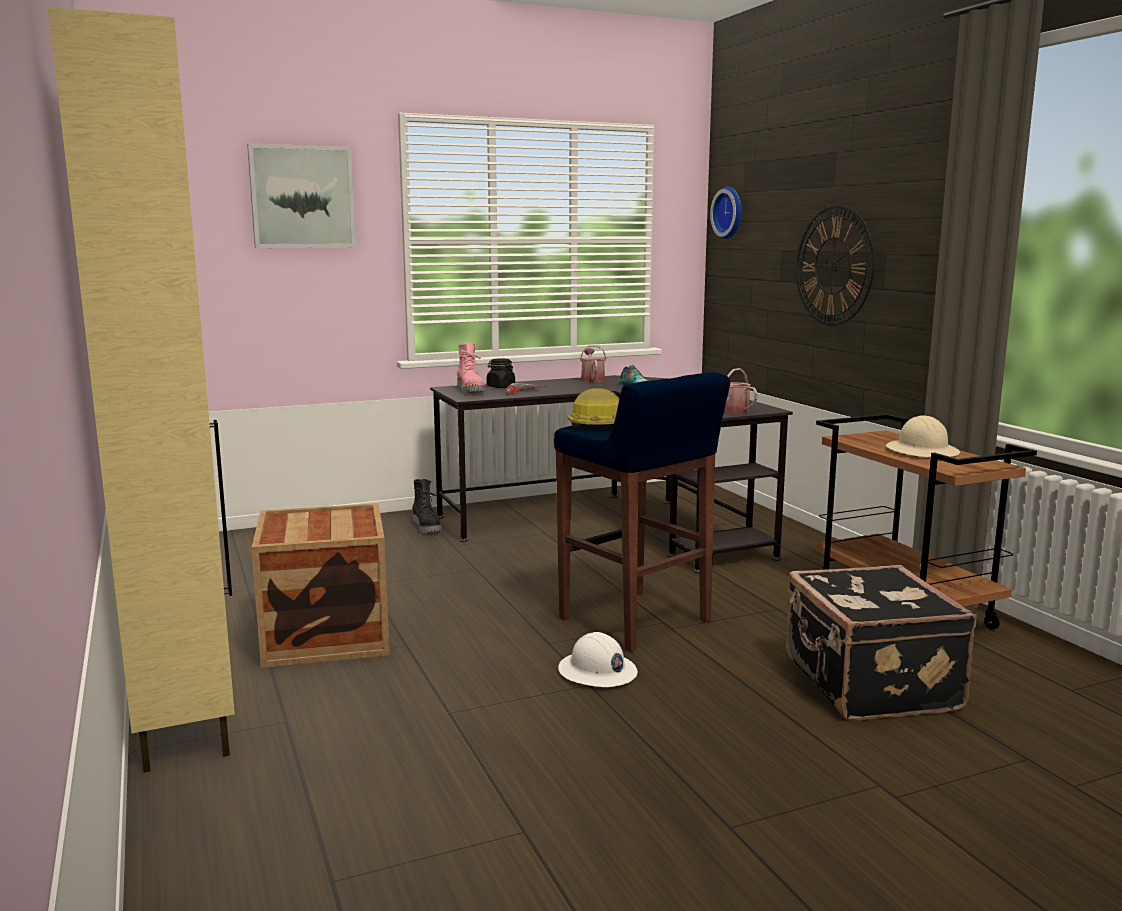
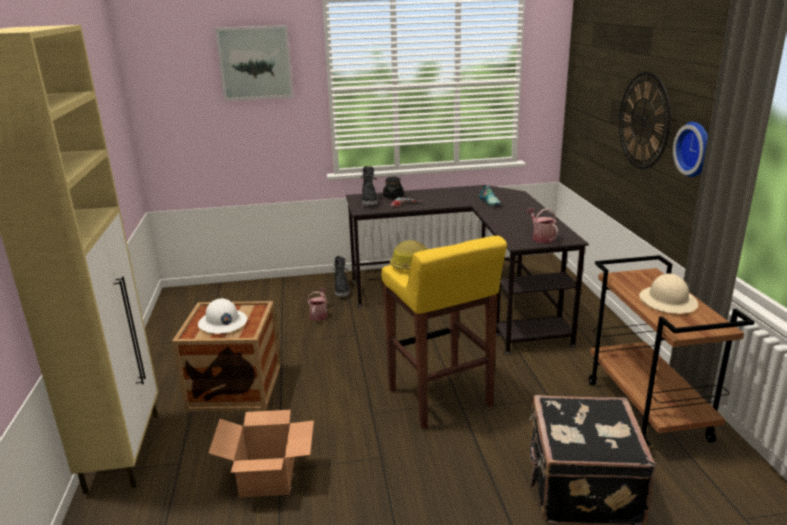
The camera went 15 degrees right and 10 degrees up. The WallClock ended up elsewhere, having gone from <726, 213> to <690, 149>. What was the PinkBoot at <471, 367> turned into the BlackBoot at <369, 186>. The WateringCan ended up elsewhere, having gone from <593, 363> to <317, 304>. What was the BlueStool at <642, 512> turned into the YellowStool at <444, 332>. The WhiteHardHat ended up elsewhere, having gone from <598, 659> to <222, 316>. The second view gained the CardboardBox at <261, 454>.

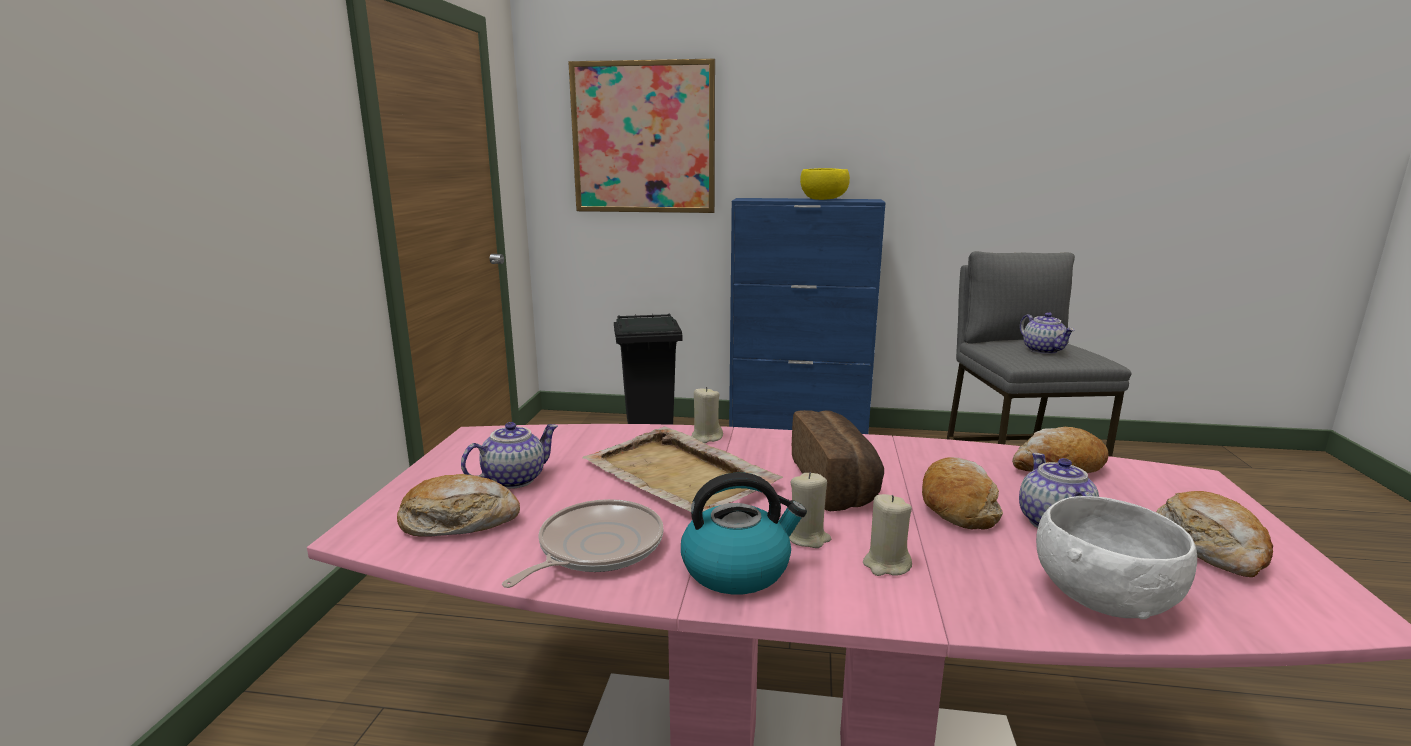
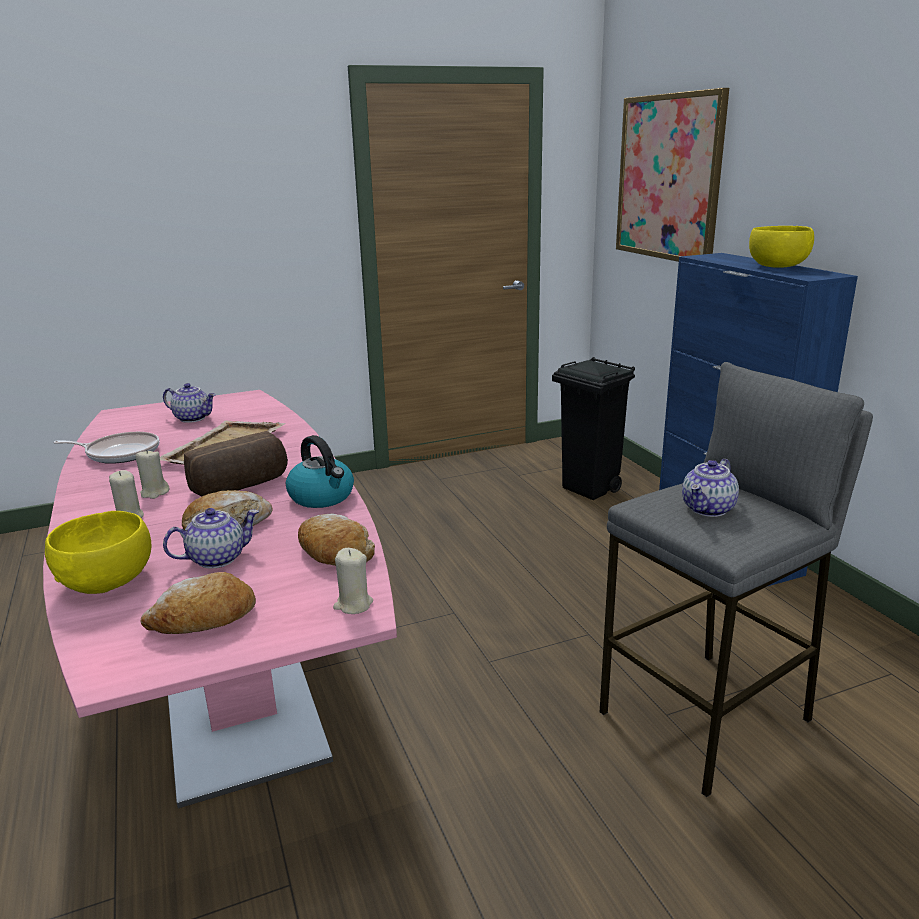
The camera went 60 degrees right and 5 degrees up. The BeigeCandle ended up elsewhere, having gone from <707, 415> to <353, 581>. The Kettle ended up elsewhere, having gone from <744, 534> to <320, 471>. The second view lost the Bread at <458, 505>. What was the WhiteBowl at <1116, 557> turned into the YellowBowl at <98, 552>.

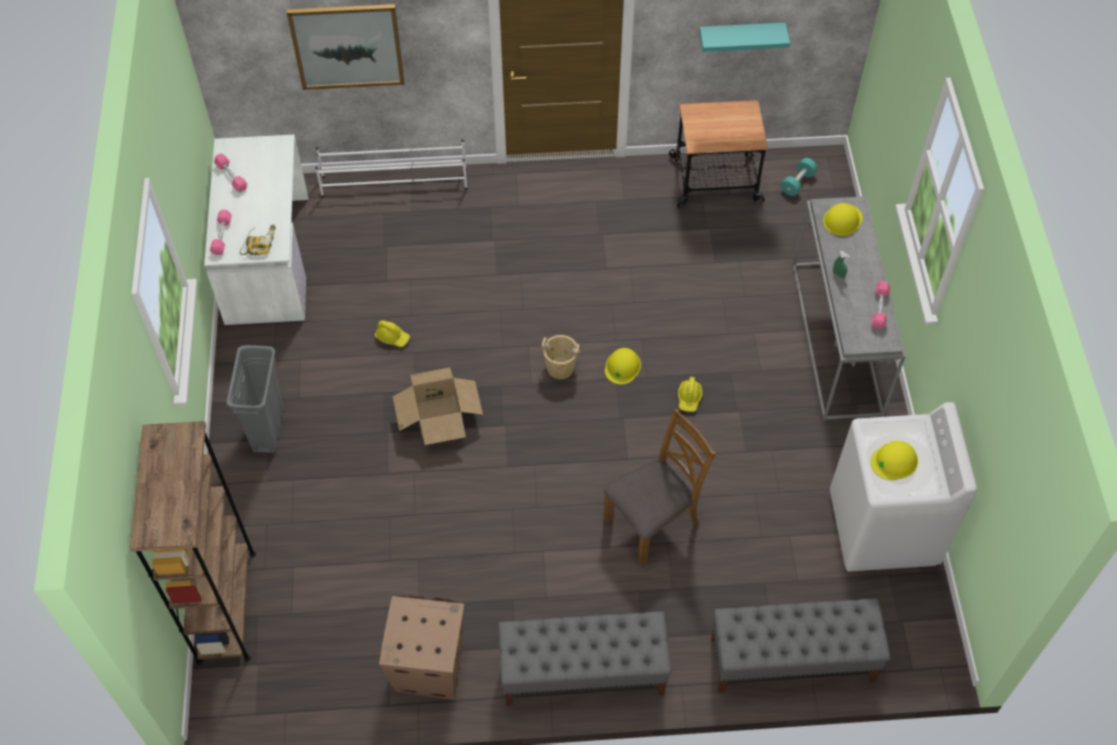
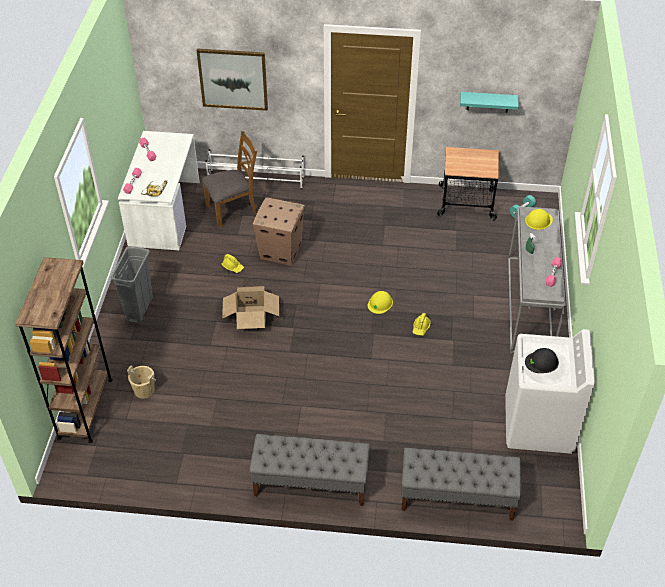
The camera went 10 degrees right and 10 degrees down. The BeigeBucket ended up elsewhere, having gone from <561, 357> to <141, 382>. The BrownChair ended up elsewhere, having gone from <660, 487> to <229, 179>. What was the YellowHardHat at <894, 460> turned into the BlackHardHat at <542, 360>. The CardboardBox ended up elsewhere, having gone from <422, 647> to <279, 231>.

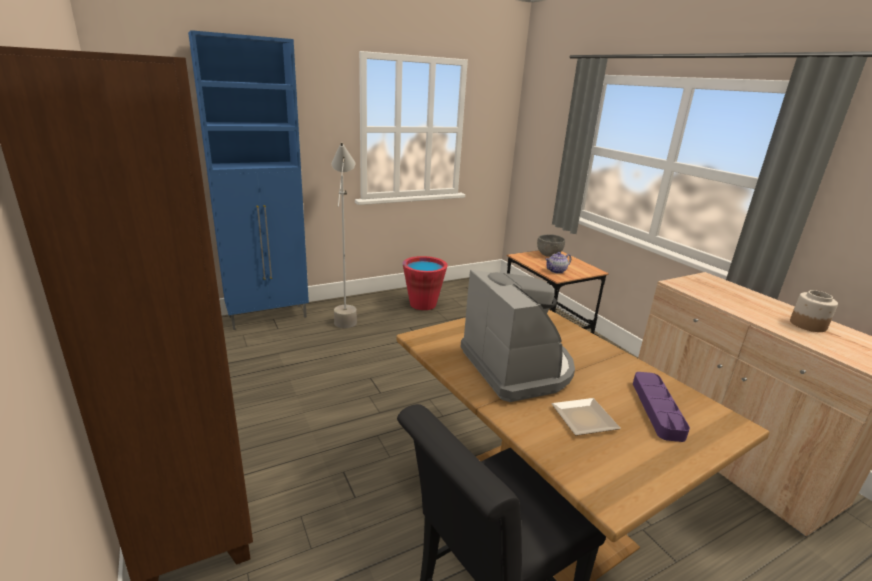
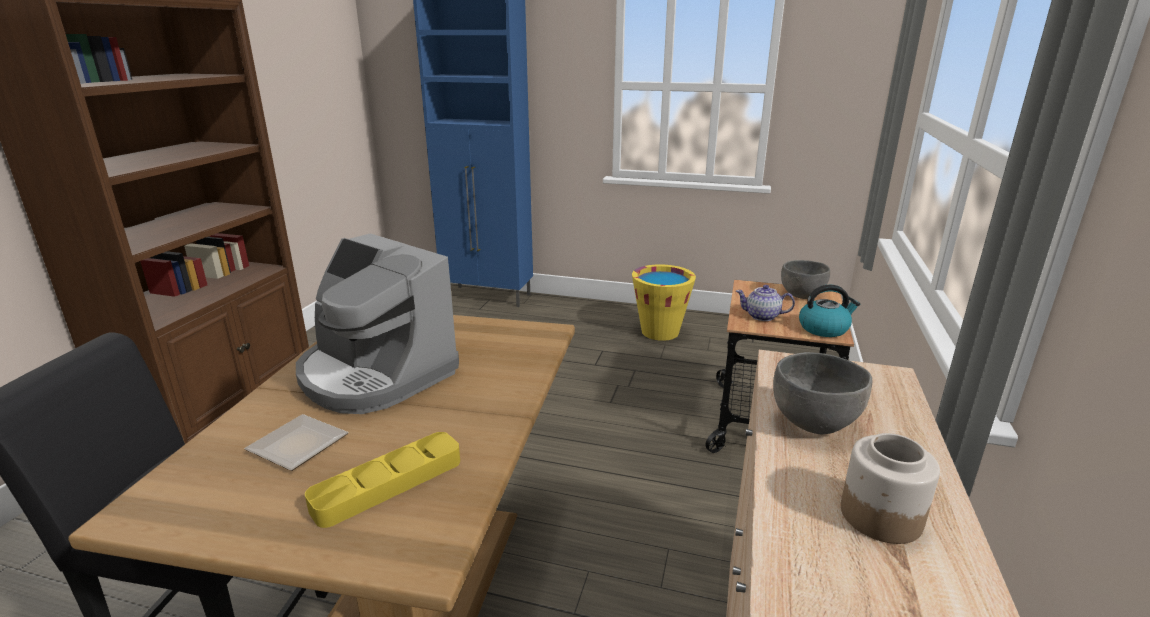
The camera went 45 degrees right and 0 degrees up. The second view lost the GreyFloorLamp at <344, 235>. What was the RedBucket at <425, 283> turned into the YellowBucket at <664, 302>. The CoffeeMachine at <518, 336> ended up facing another way, 105 degrees clockwise from before. What was the PurpleTray at <661, 407> turned into the YellowTray at <382, 480>. The second view gained the Kettle at <829, 311>. The second view gained the GreyBowl at <822, 393>.

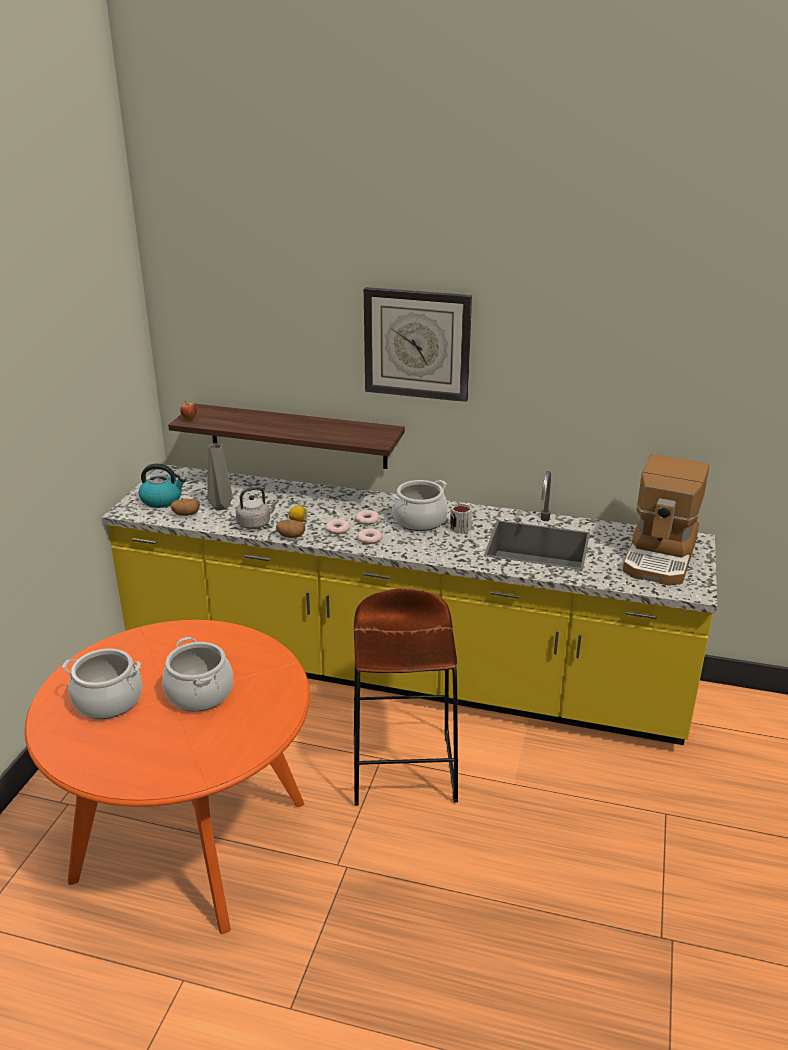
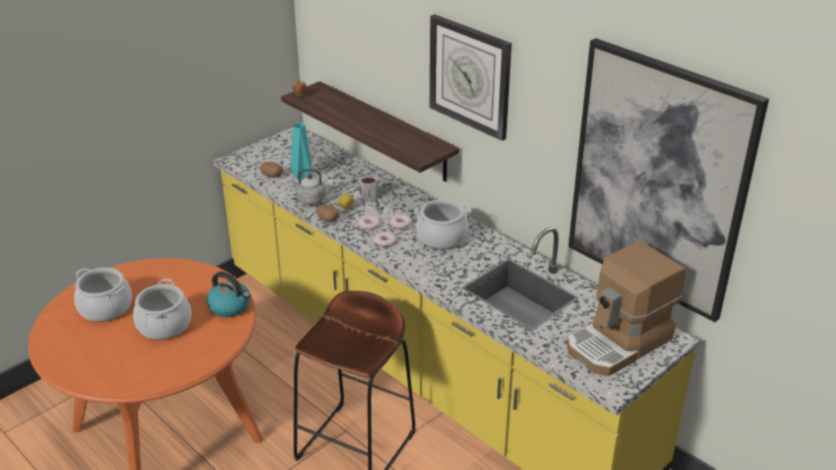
The camera went 30 degrees right and 5 degrees up. What was the GreyVase at <220, 476> turned into the TurquoiseVase at <301, 151>. The Kettle ended up elsewhere, having gone from <162, 485> to <229, 294>. The Mug ended up elsewhere, having gone from <461, 518> to <372, 188>. The second view gained the Picture at <668, 180>.

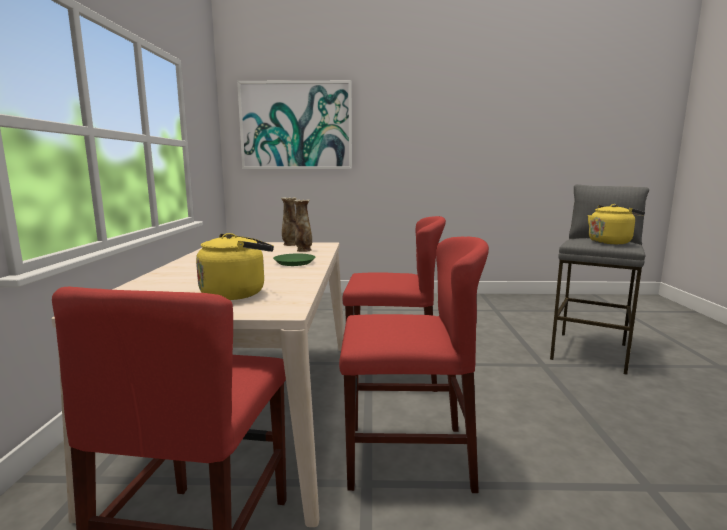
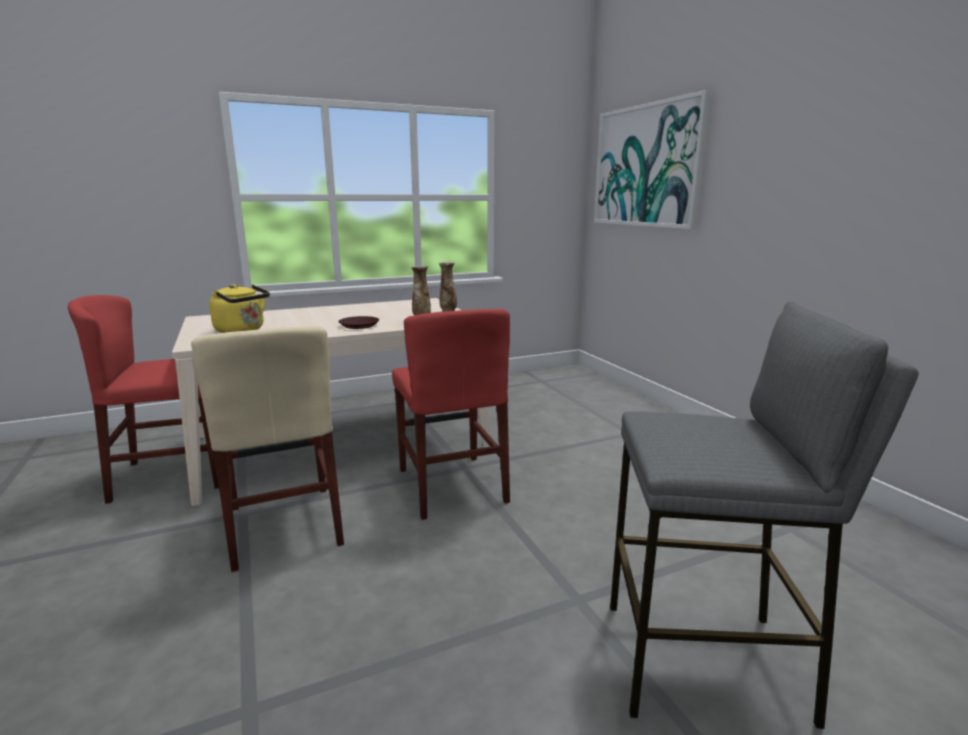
The camera went 65 degrees right and 5 degrees up. The second view lost the YellowKettle at <616, 224>. What was the RedChair at <414, 365> turned into the BeigeChair at <267, 449>. What was the GreenPlate at <294, 260> turned into the BrownPlate at <358, 322>.

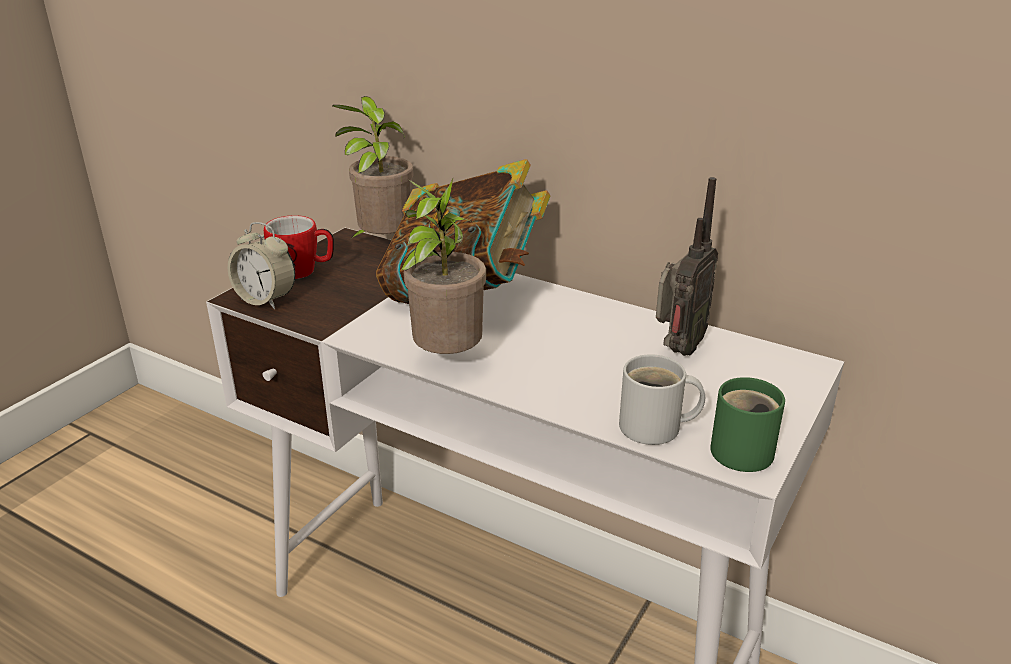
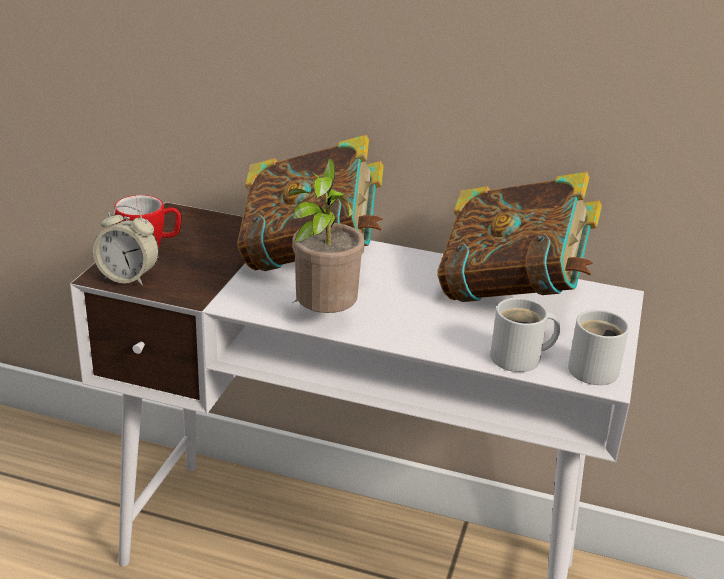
The camera went 15 degrees left and 0 degrees up. The second view lost the PottedPlant at <373, 167>. Where the Radio stood at <687, 266>, the Book came to stand at <519, 237>. What was the GreenMug at <747, 424> turned into the WhiteMug at <598, 347>.

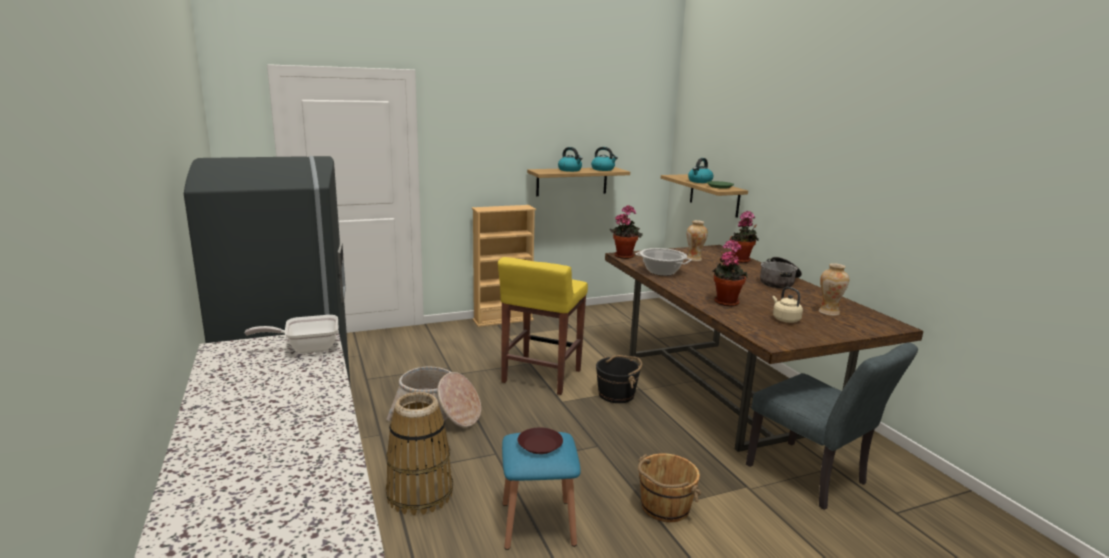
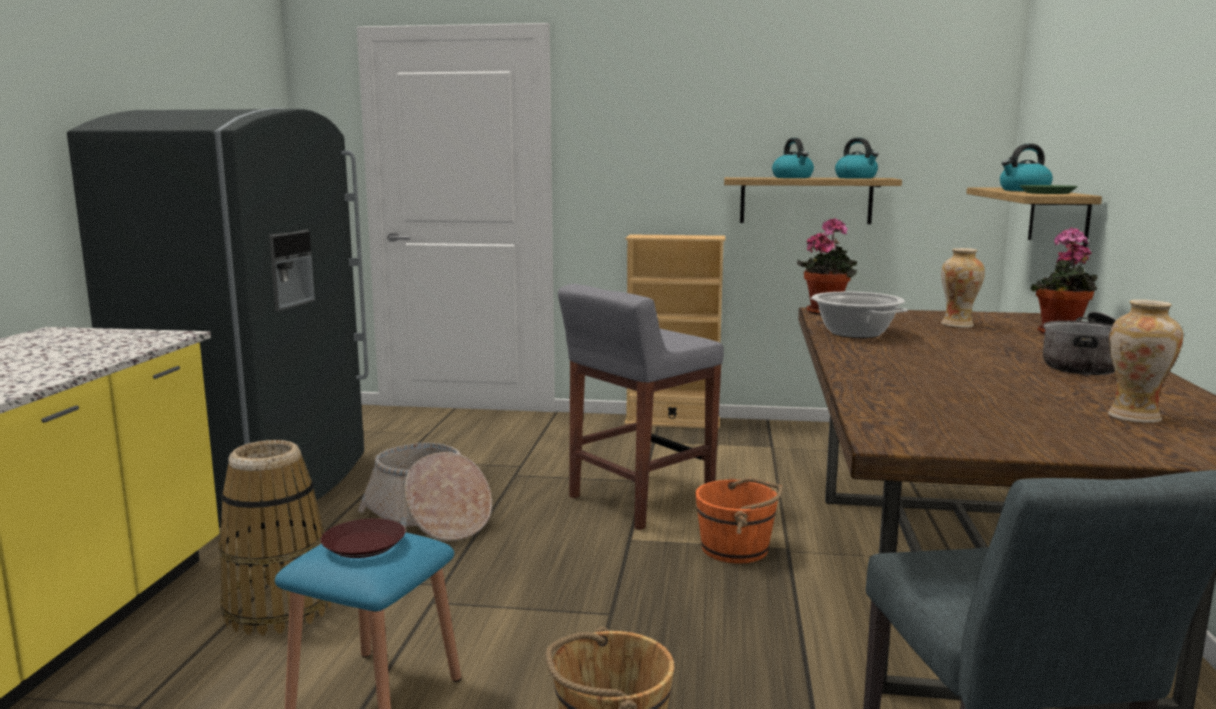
The camera went 30 degrees right and 5 degrees down. The second view lost the PottedPlant at <730, 273>. What was the YellowStool at <543, 326> turned into the GreyStool at <641, 407>. The second view lost the BeigeKettle at <787, 305>. The second view lost the FryingPan at <292, 334>. What was the BlackBucket at <619, 379> turned into the OrangeBucket at <739, 520>.

